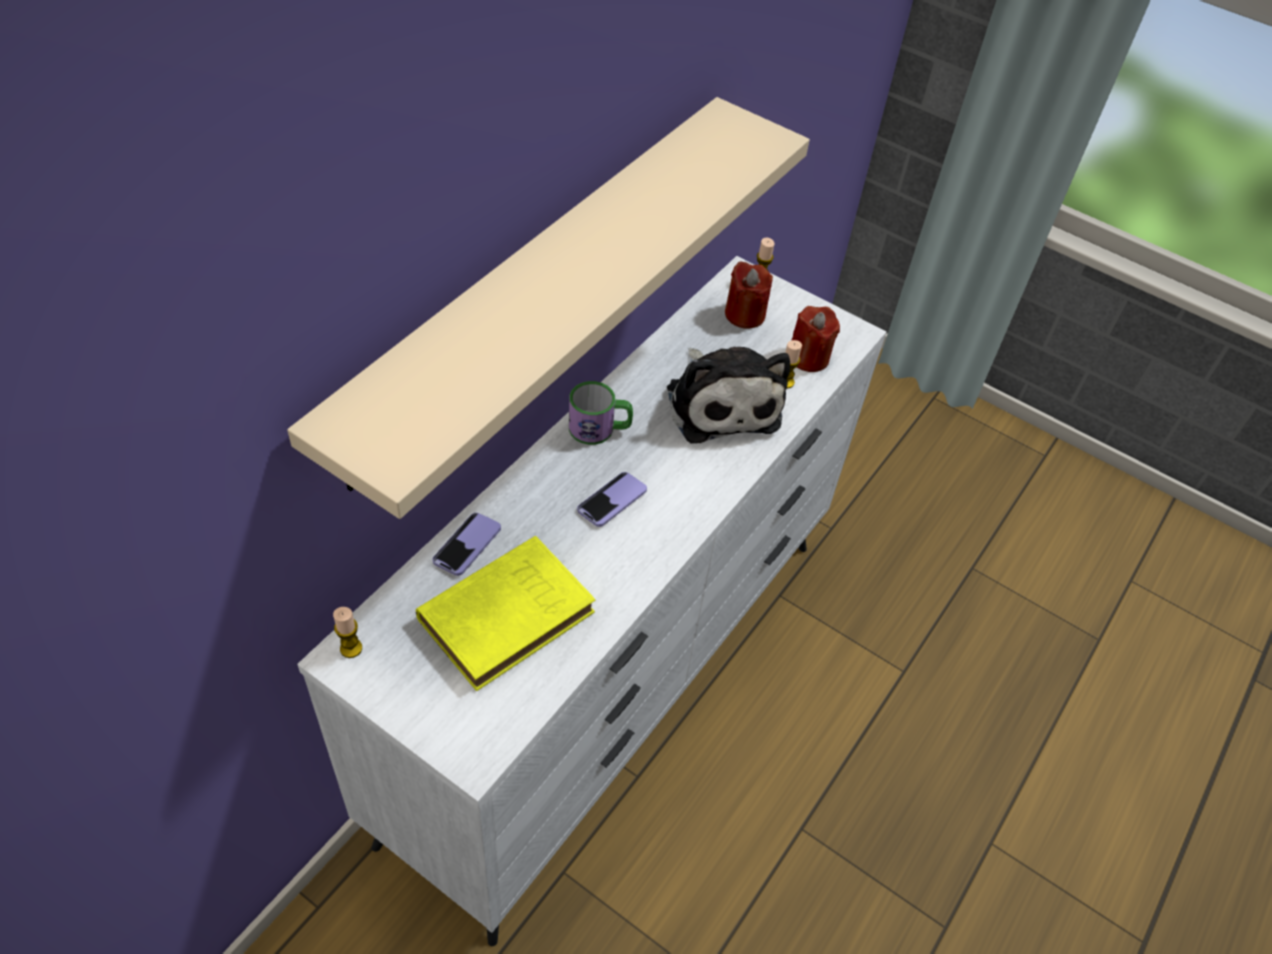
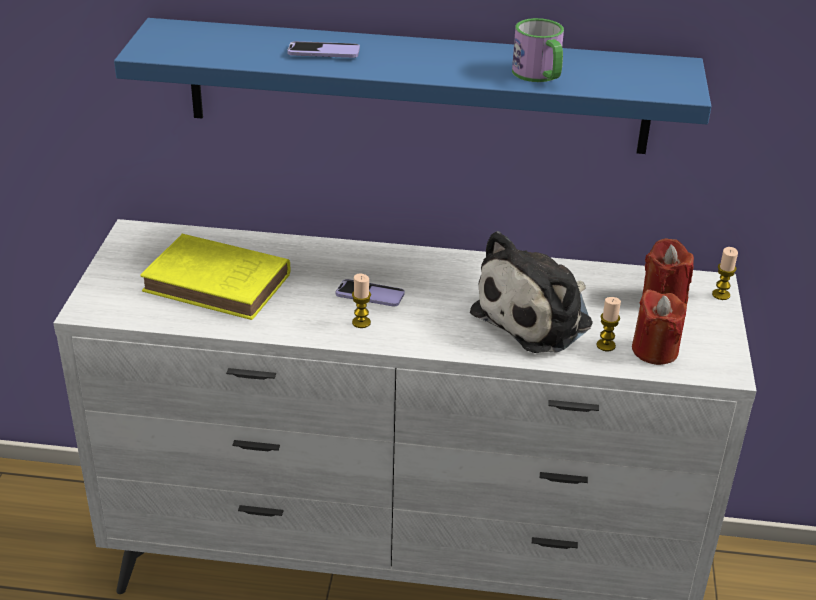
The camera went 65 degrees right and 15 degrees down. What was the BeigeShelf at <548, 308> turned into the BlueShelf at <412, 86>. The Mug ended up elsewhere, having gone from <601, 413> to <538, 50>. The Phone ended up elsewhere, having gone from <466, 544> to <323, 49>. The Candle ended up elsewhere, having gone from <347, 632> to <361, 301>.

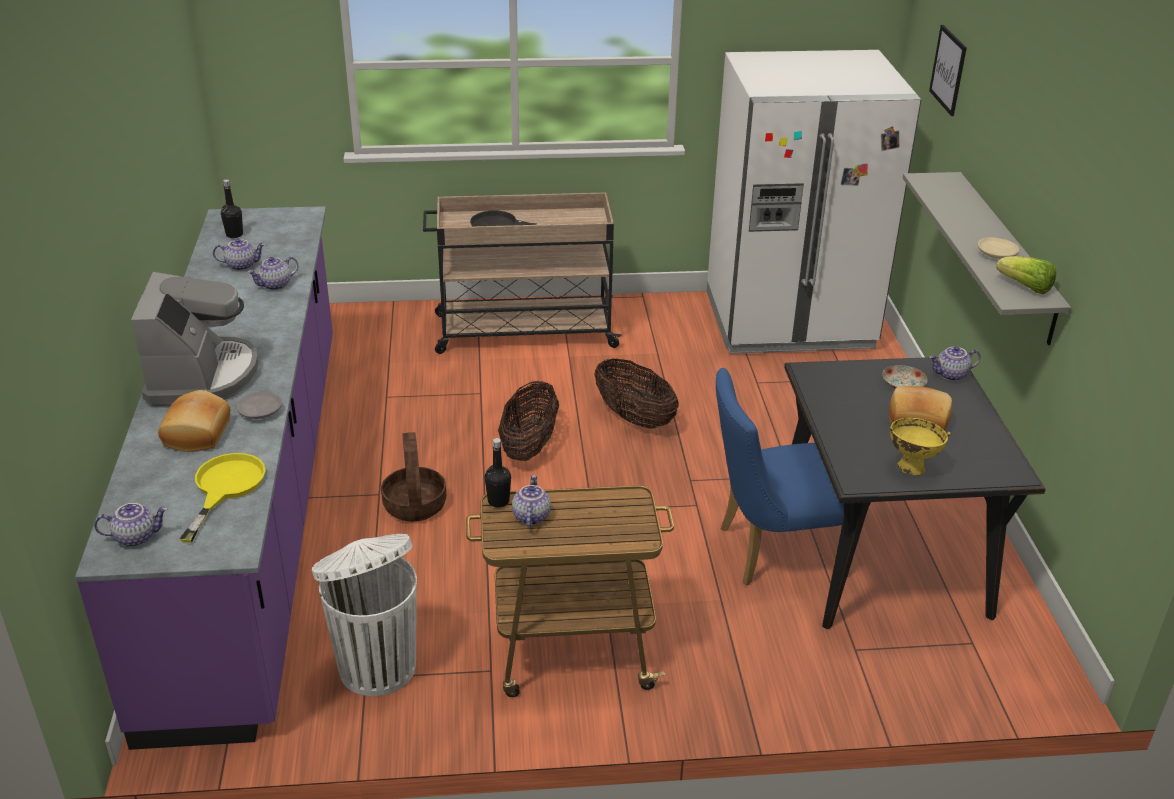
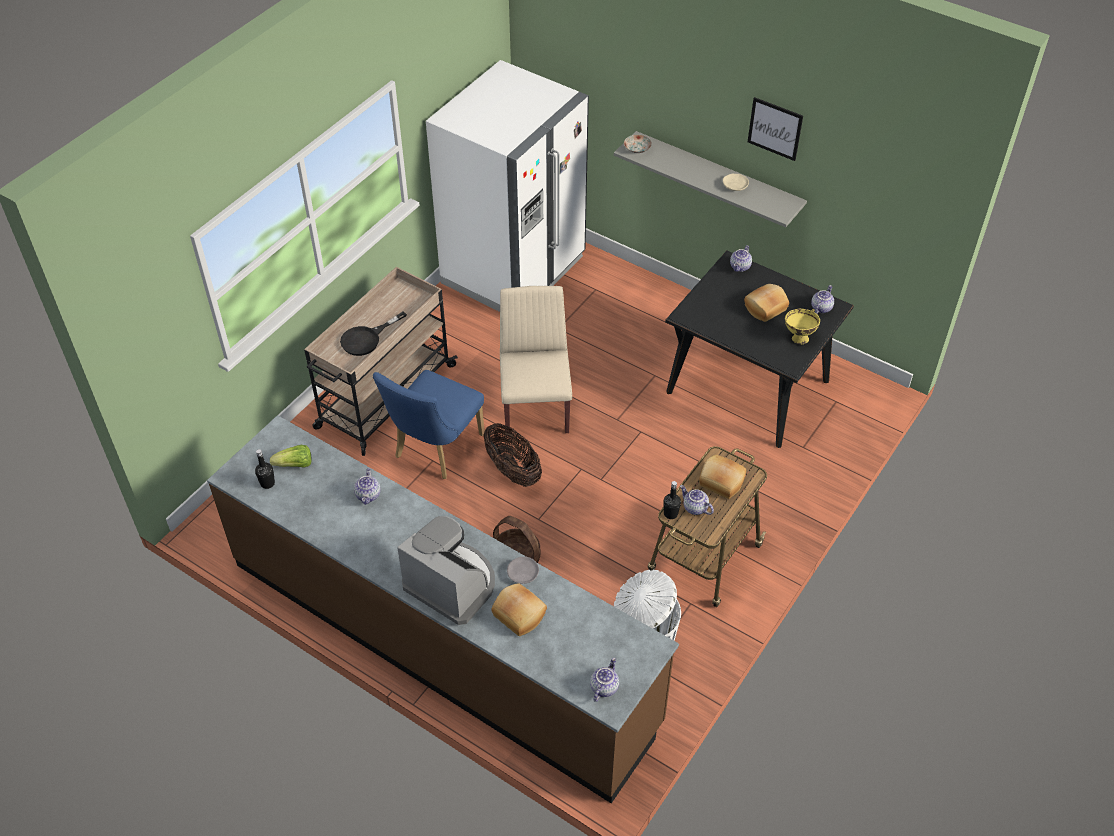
The camera went 50 degrees left and 15 degrees up. The Picture ended up elsewhere, having gone from <948, 70> to <775, 129>. What was the PurpleCounter at <204, 478> turned into the BrownCounter at <443, 609>. The Teapot ended up elsewhere, having gone from <239, 254> to <822, 299>. The Lettuce ended up elsewhere, having gone from <1026, 275> to <291, 456>. Where the Basket stood at <636, 393>, the BeigeChair came to stand at <536, 359>. The Plate ended up elsewhere, having gone from <905, 377> to <638, 144>. The BlueChair ended up elsewhere, having gone from <782, 476> to <429, 424>. The second view lost the YellowFryingPan at <222, 498>. The second view gained the Bread at <722, 477>.

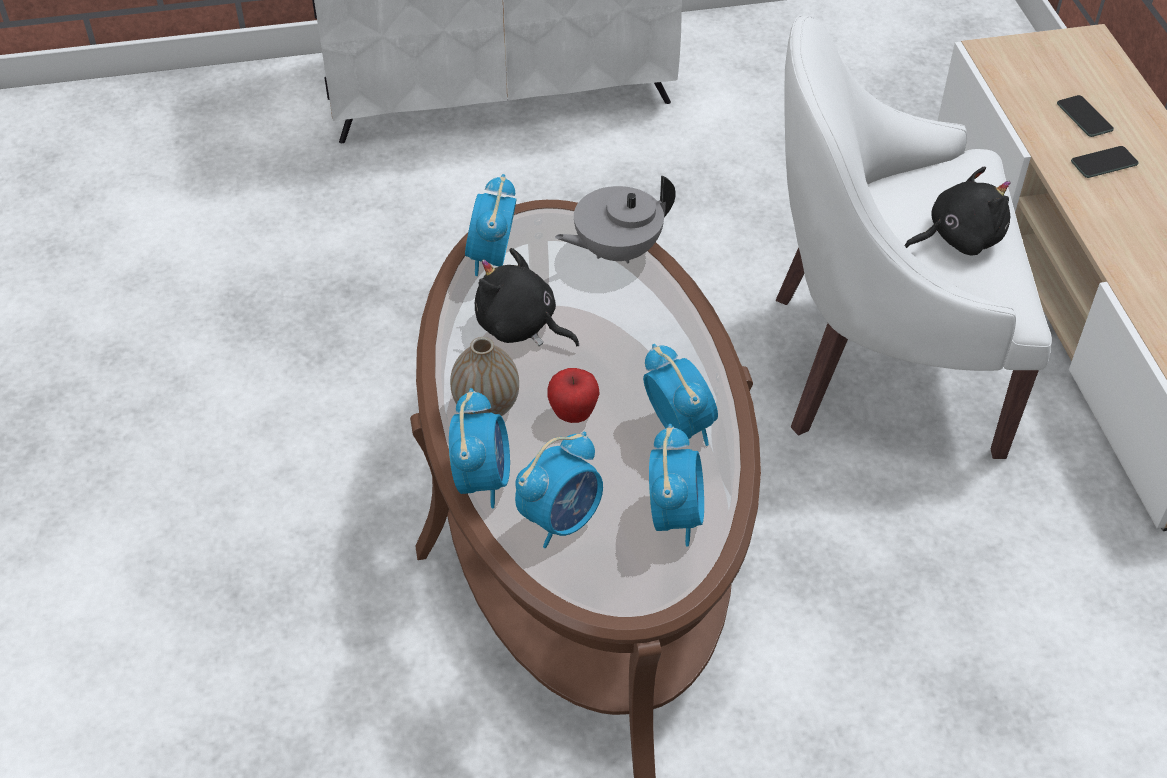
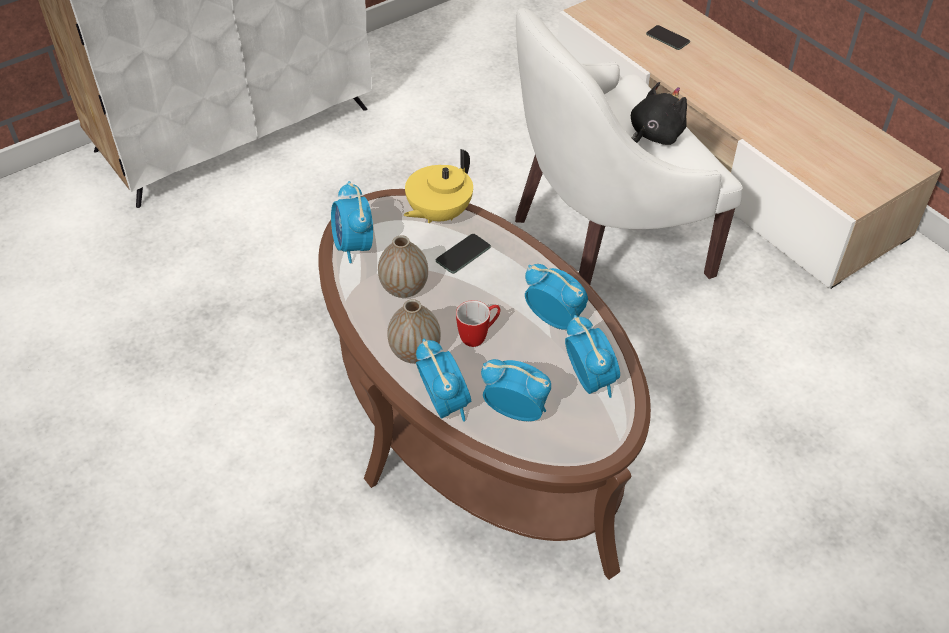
The camera went 25 degrees left and 0 degrees up. The Phone ended up elsewhere, having gone from <1105, 162> to <463, 253>. What was the GreyTeapot at <615, 219> turned into the YellowTeapot at <438, 186>. Where the BlackPlushToy stood at <527, 297>, the Vase came to stand at <403, 266>. Where the Apple stood at <573, 395>, the Mug came to stand at <478, 323>. The AlarmClock at <559, 490> ended up facing another way, 90 degrees counterclockwise from before.

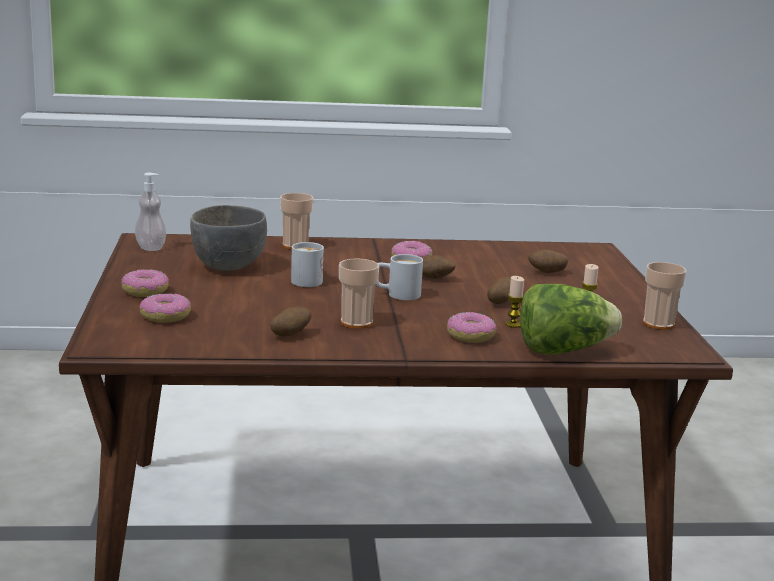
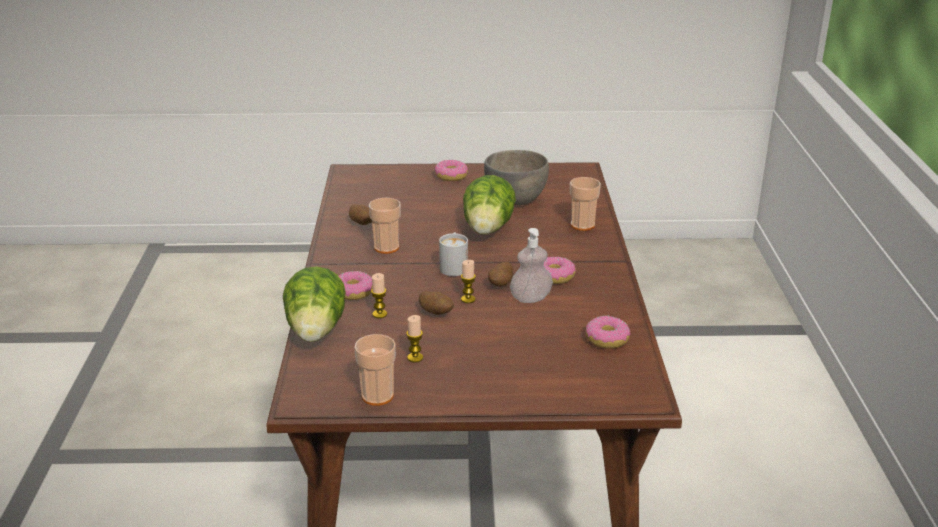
The camera went 95 degrees right and 10 degrees up. The SoapDispenser ended up elsewhere, having gone from <150, 212> to <531, 265>. Where the WhiteMug stood at <307, 264>, the Lettuce came to stand at <489, 205>. The second view lost the Potato at <548, 261>. The Donut ended up elsewhere, having gone from <165, 308> to <608, 332>. The second view gained the Candle at <468, 281>.

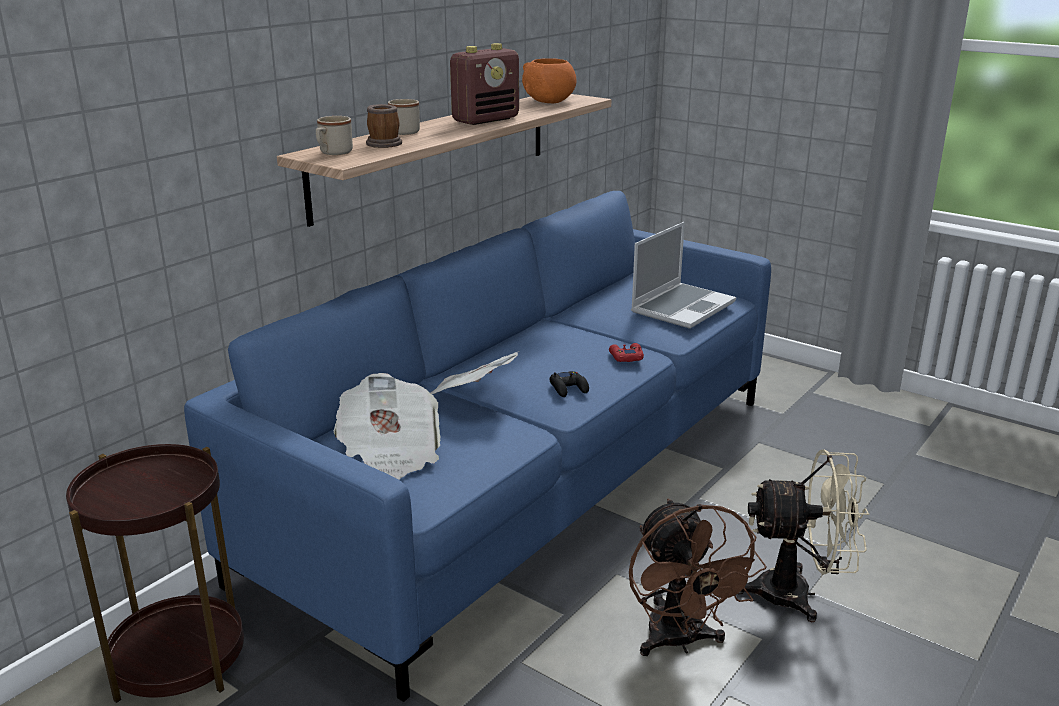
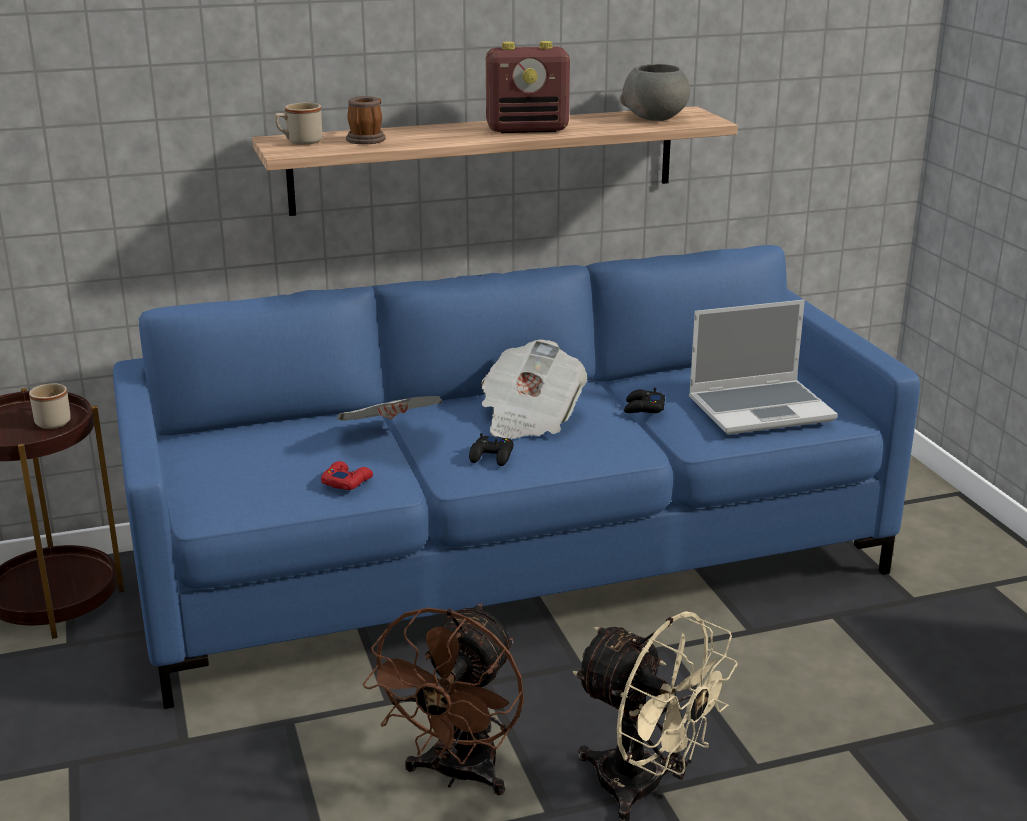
The camera went 35 degrees right and 0 degrees up. What was the OrangeBowl at <549, 80> turned into the GreyBowl at <655, 92>. The BeigeMug ended up elsewhere, having gone from <404, 117> to <50, 406>. The RedGameController ended up elsewhere, having gone from <626, 352> to <347, 475>. The Newspaper ended up elsewhere, having gone from <387, 426> to <534, 389>. The second view gained the BlackGameController at <644, 400>.

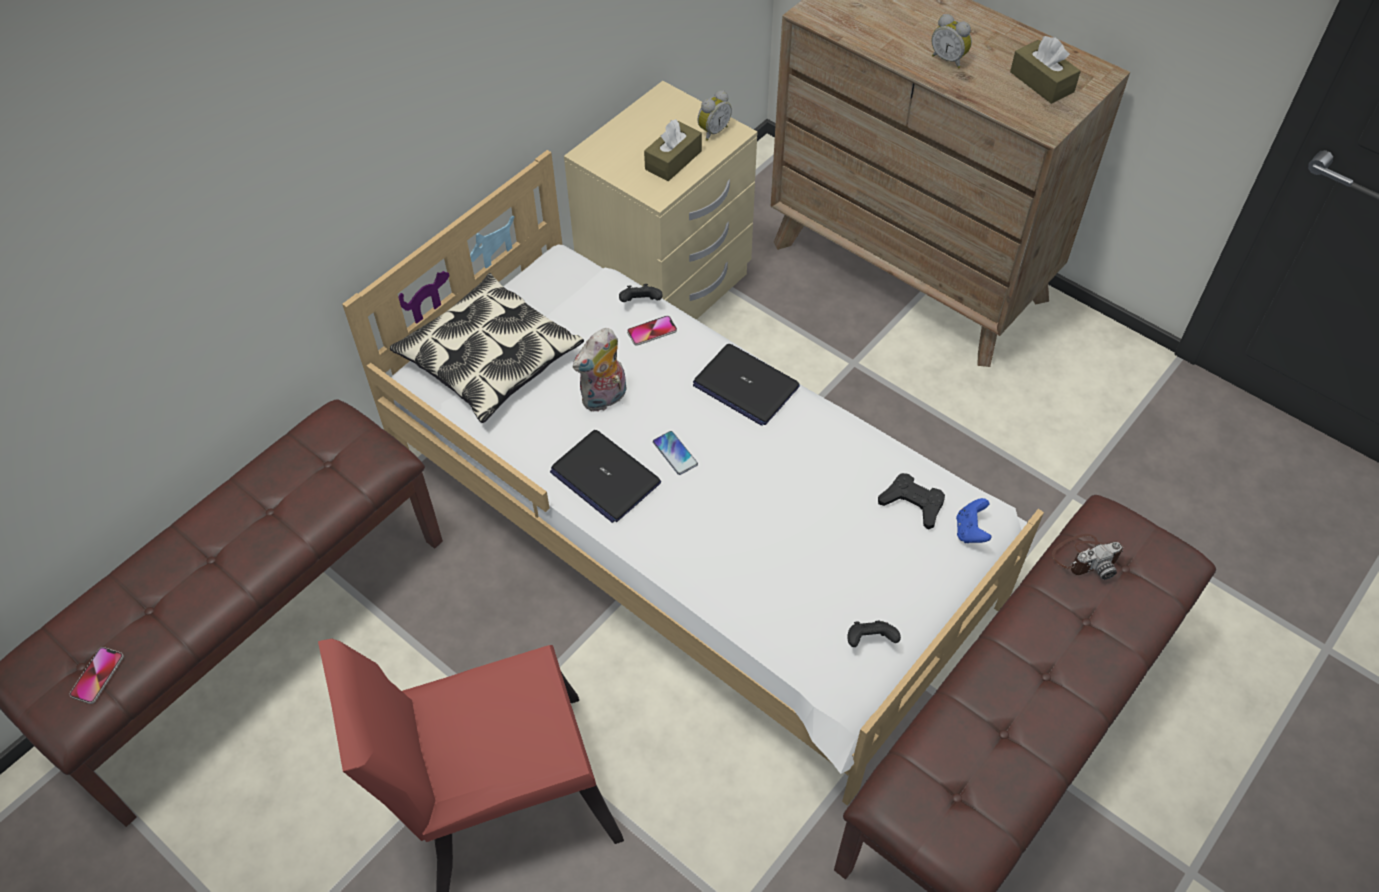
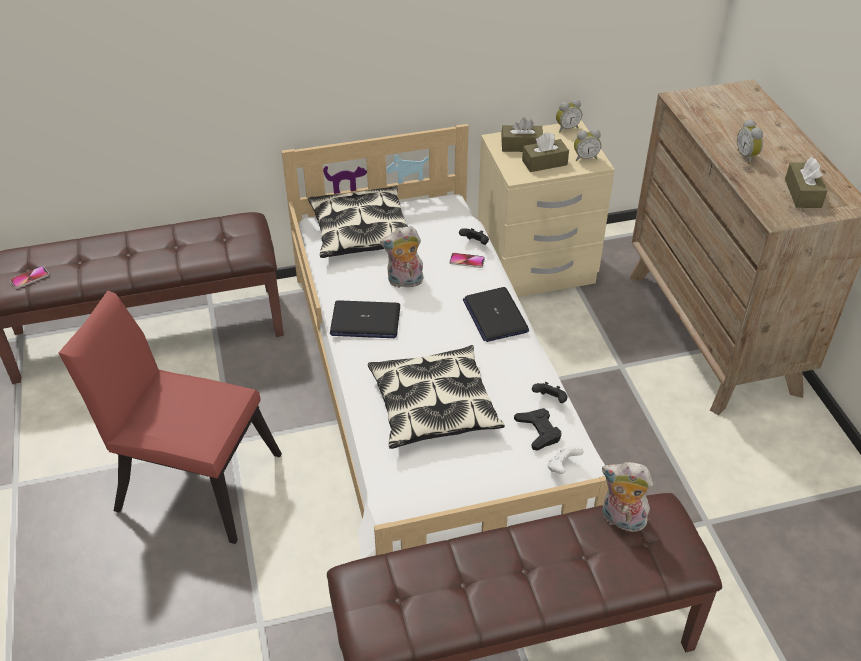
The camera went 35 degrees right and 10 degrees down. The Laptop at <605, 476> ended up facing another way, 75 degrees counterclockwise from before. The second view lost the Phone at <675, 453>. What was the BlueGameController at <974, 520> turned into the WhiteGameController at <565, 460>. Where the PhotoCamera stood at <1087, 557>, the PlushToy came to stand at <627, 497>. The BlackGameController ended up elsewhere, having gone from <874, 634> to <550, 392>. The second view gained the AlarmClock at <569, 115>. The second view gained the BrownTissueBox at <522, 134>. The second view gained the Pillow at <436, 397>.

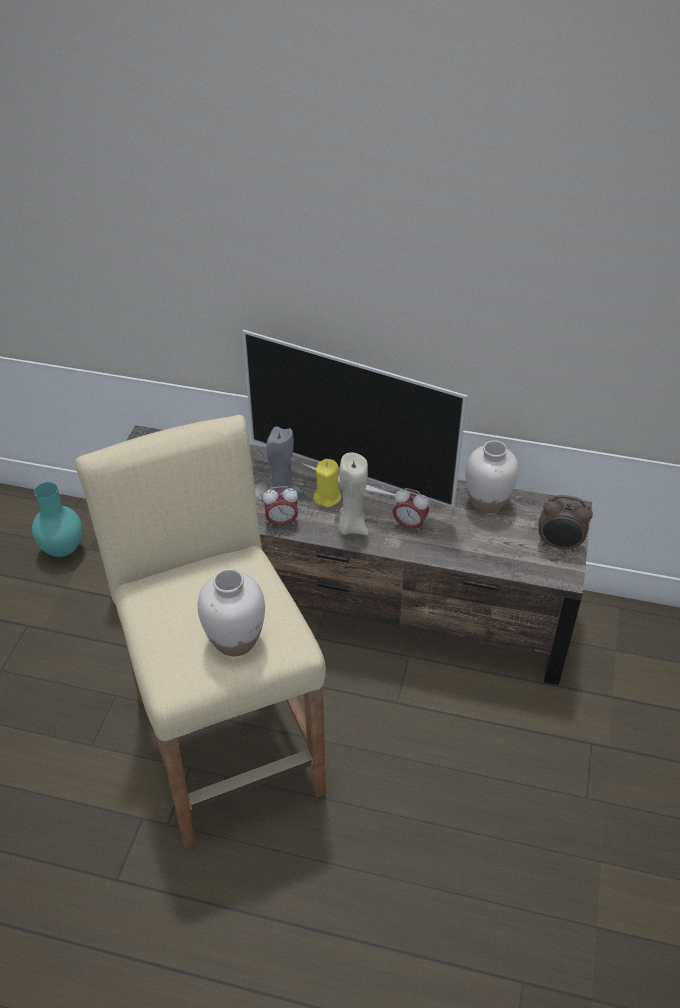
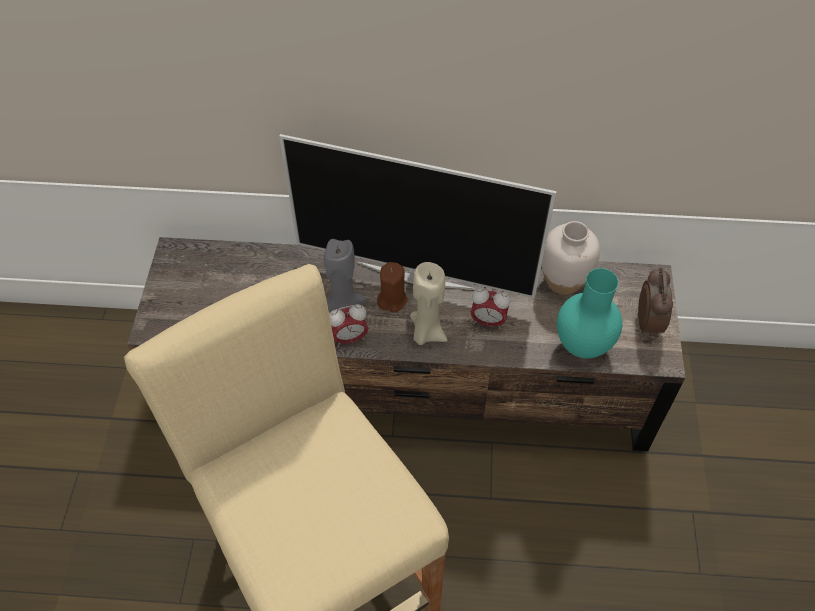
The camera went 10 degrees left and 10 degrees up. What was the YellowCandle at <327, 483> turned into the BrownCandle at <392, 287>. The TurquoiseVase ended up elsewhere, having gone from <57, 519> to <589, 313>. The AlarmClock at <565, 523> ended up facing another way, 90 degrees counterclockwise from before. The second view lost the WhiteVase at <231, 612>.

